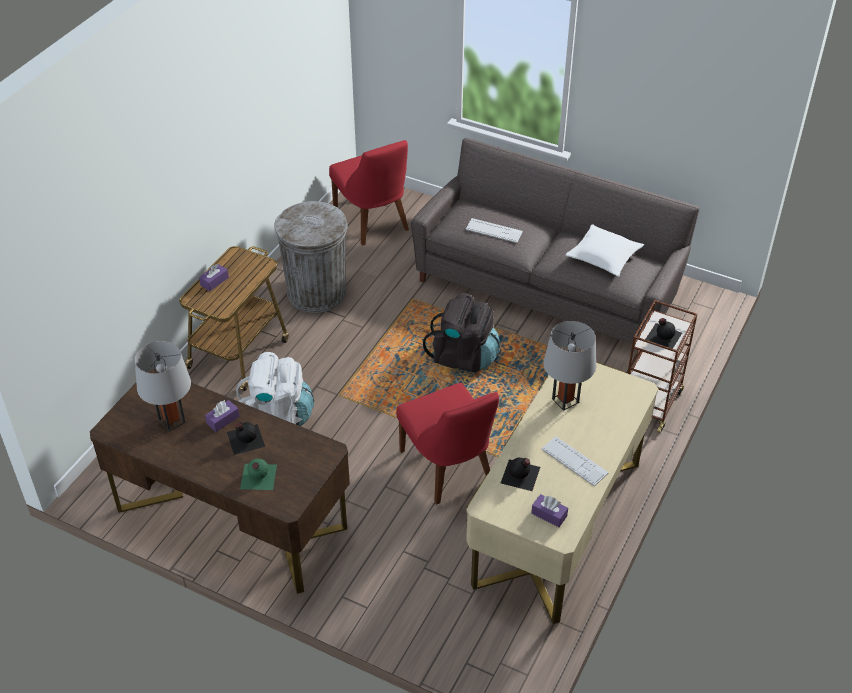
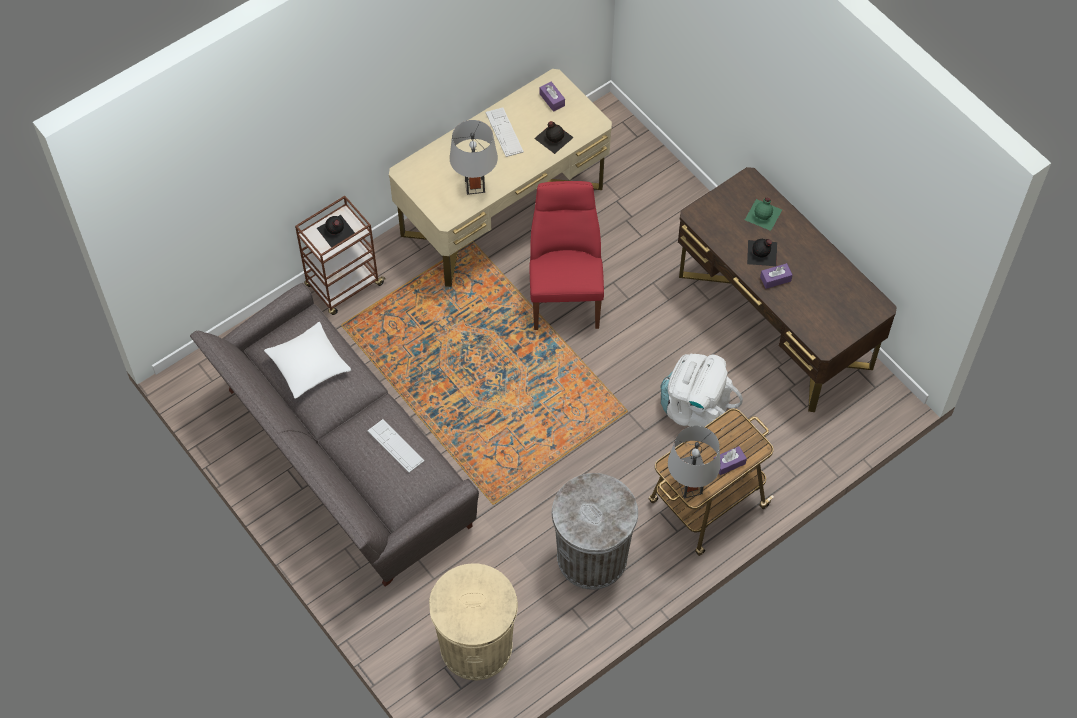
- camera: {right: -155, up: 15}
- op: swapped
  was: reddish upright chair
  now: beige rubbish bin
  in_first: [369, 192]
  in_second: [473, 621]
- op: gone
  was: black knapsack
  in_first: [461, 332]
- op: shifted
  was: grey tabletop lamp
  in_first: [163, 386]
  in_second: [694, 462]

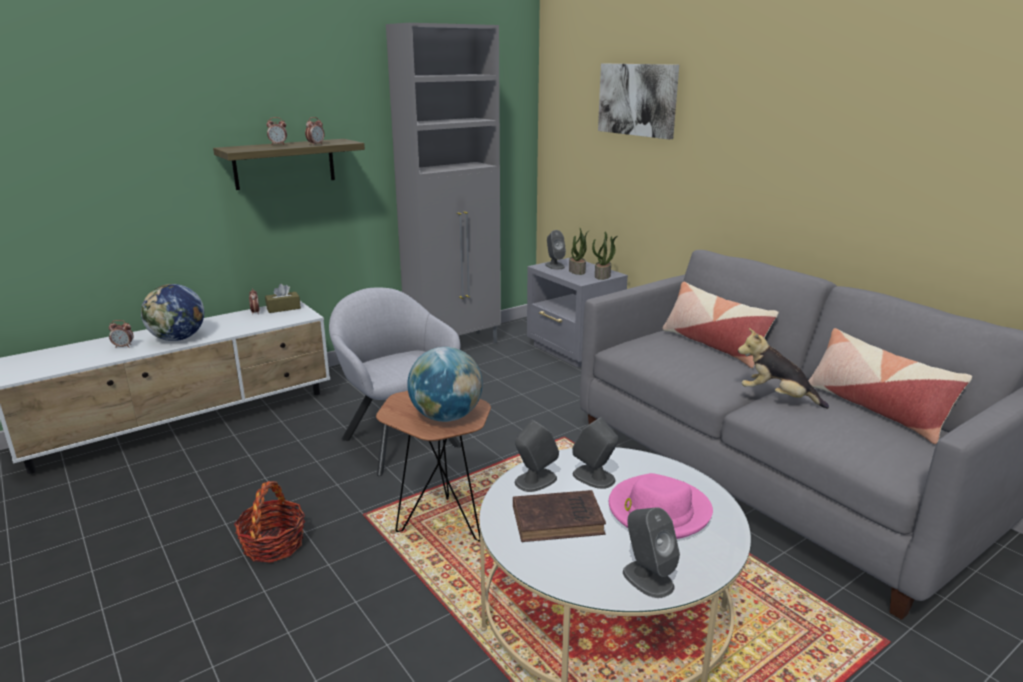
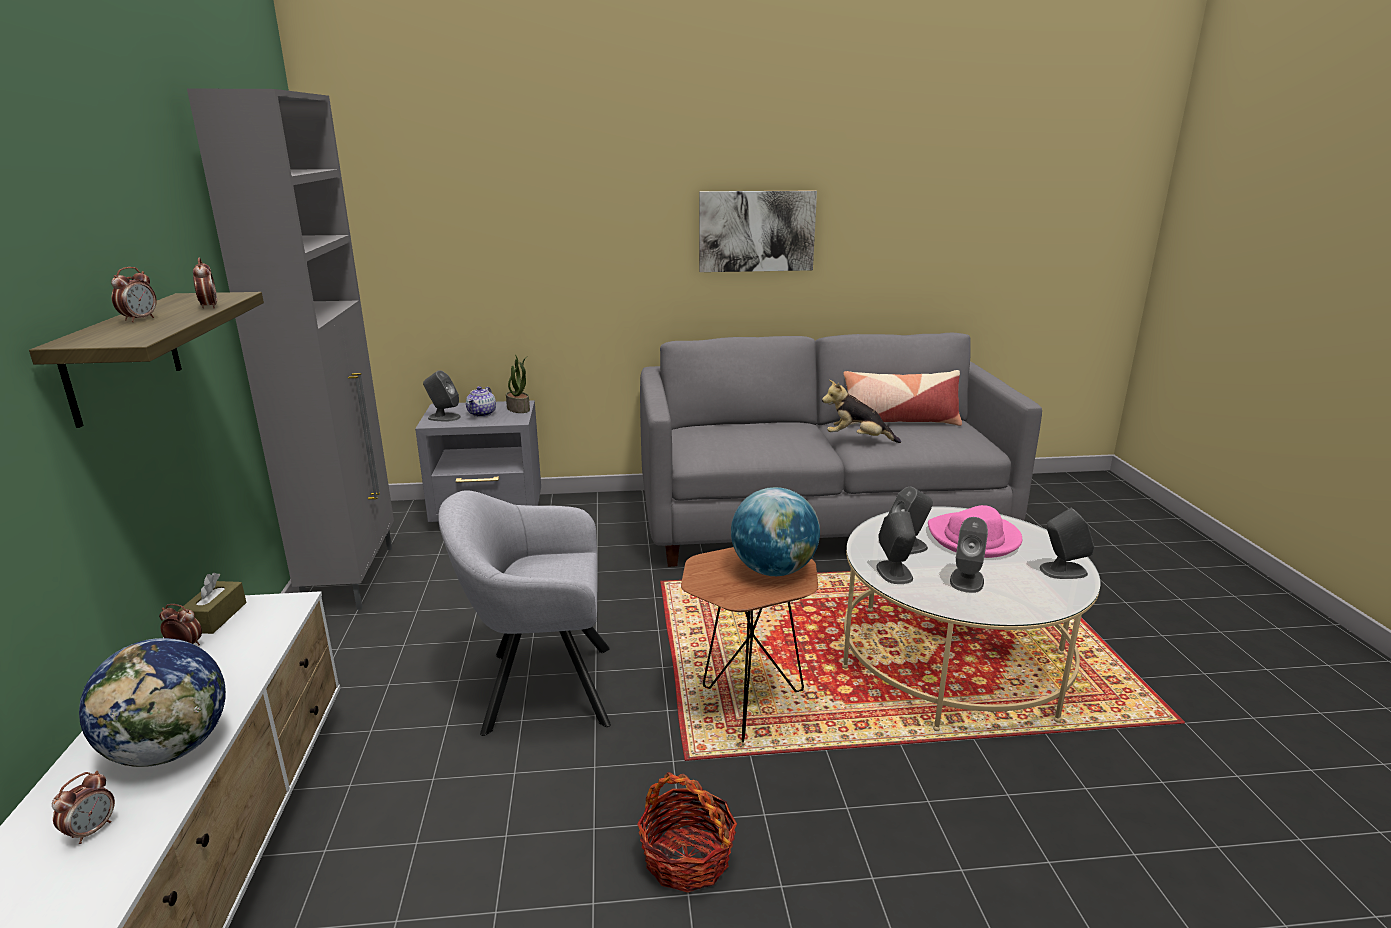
- camera: {right: -60, up: 0}
- op: shifted
  was: wall picture
  in_first: [638, 101]
  in_second: [758, 231]
- op: swapped
  was: plant in a pot
  now: tea pot
  in_first: [579, 251]
  in_second: [481, 401]
- op: gone
  was: pillow
  in_first: [721, 325]
- op: rotated
  was: soft toy
  in_first: [783, 368]
  in_second: [861, 411]
  clockwise: 45
- op: swapped
  was: brown bound book
  now: grey loudspeaker
  in_first: [559, 516]
  in_second: [969, 555]

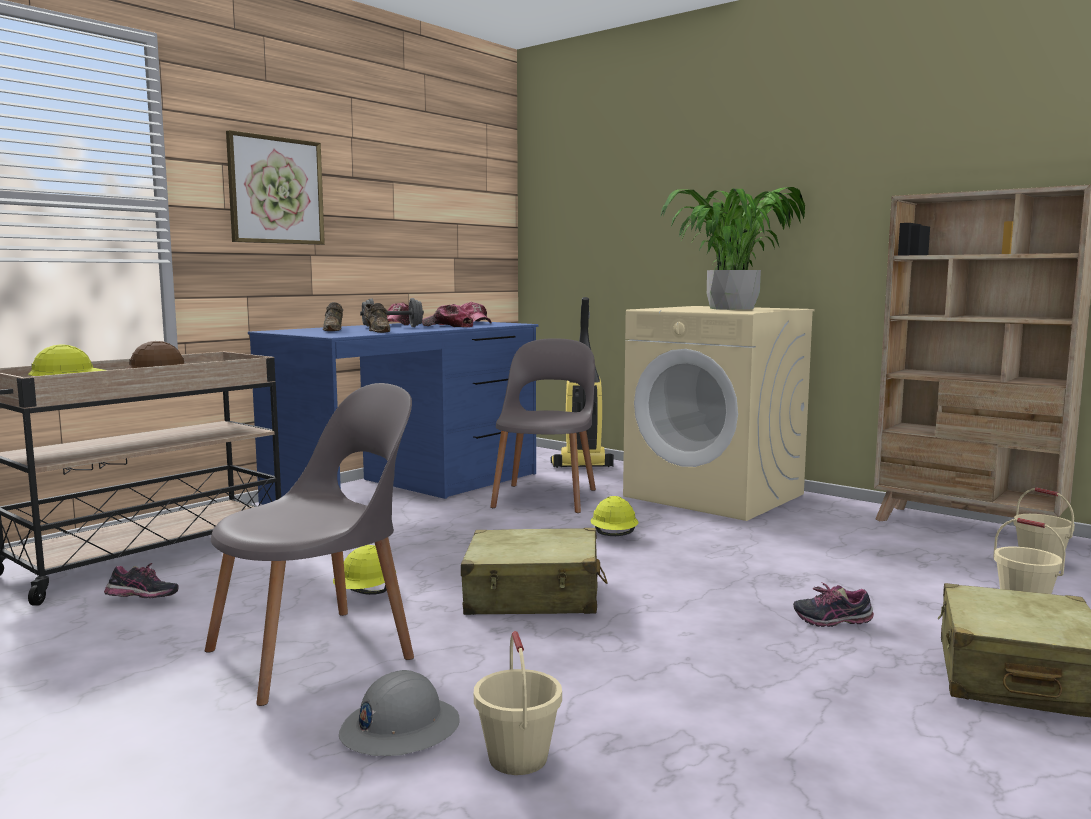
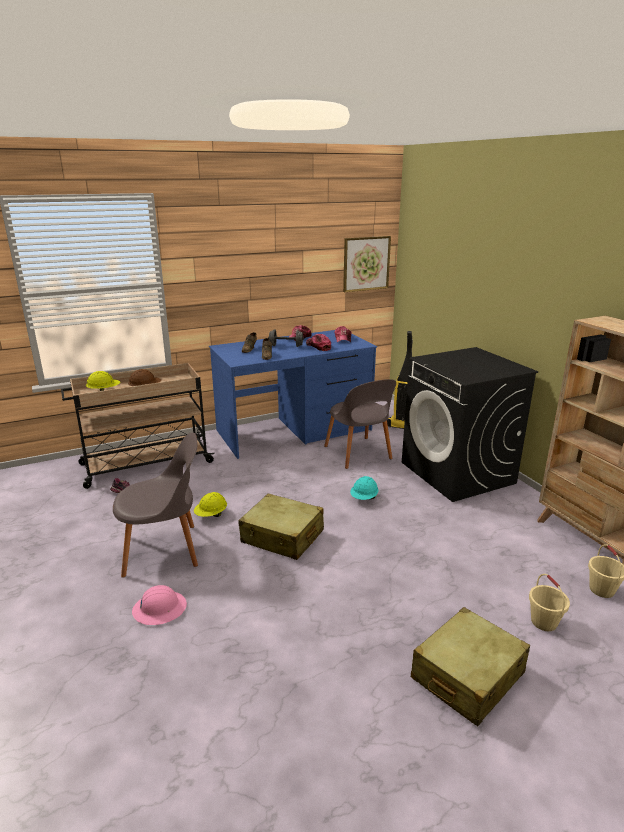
- camera: {right: 25, up: 15}
- op: shifted
  was: wall picture
  in_first: [275, 187]
  in_second: [367, 264]
- op: gone
  was: plant in a pot
  in_first: [732, 248]
- op: repainted
  was: beige laundry machine
  now: black laundry machine
  in_first: [718, 413]
  in_second: [470, 424]
- op: rotated
  was: grey upright chair
  in_first: [543, 425]
  in_second: [360, 424]
  clockwise: 120
- op: repainted
  was: yellow hard hat
  now: blue-green hard hat
  in_first: [614, 516]
  in_second: [364, 488]
- op: gone
  was: shoe
  in_first: [833, 604]
- op: gone
  was: beige pail
  in_first: [518, 703]
- op: repainted
  was: grey hard hat
  now: pinkish hard hat
  in_first: [399, 713]
  in_second: [159, 605]

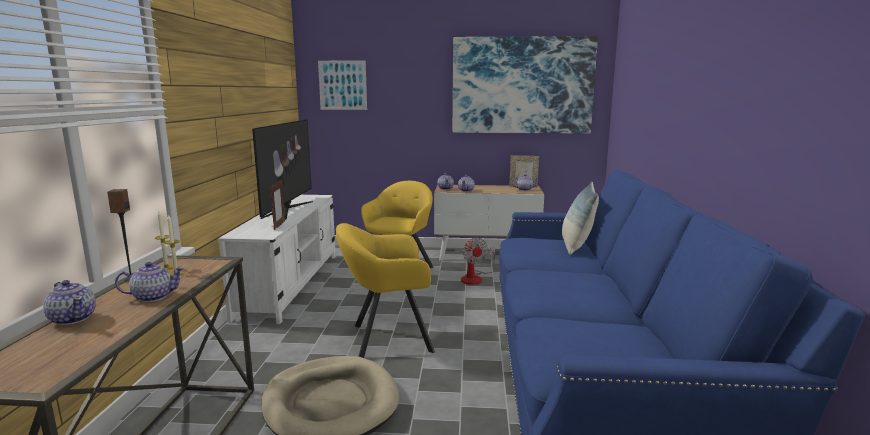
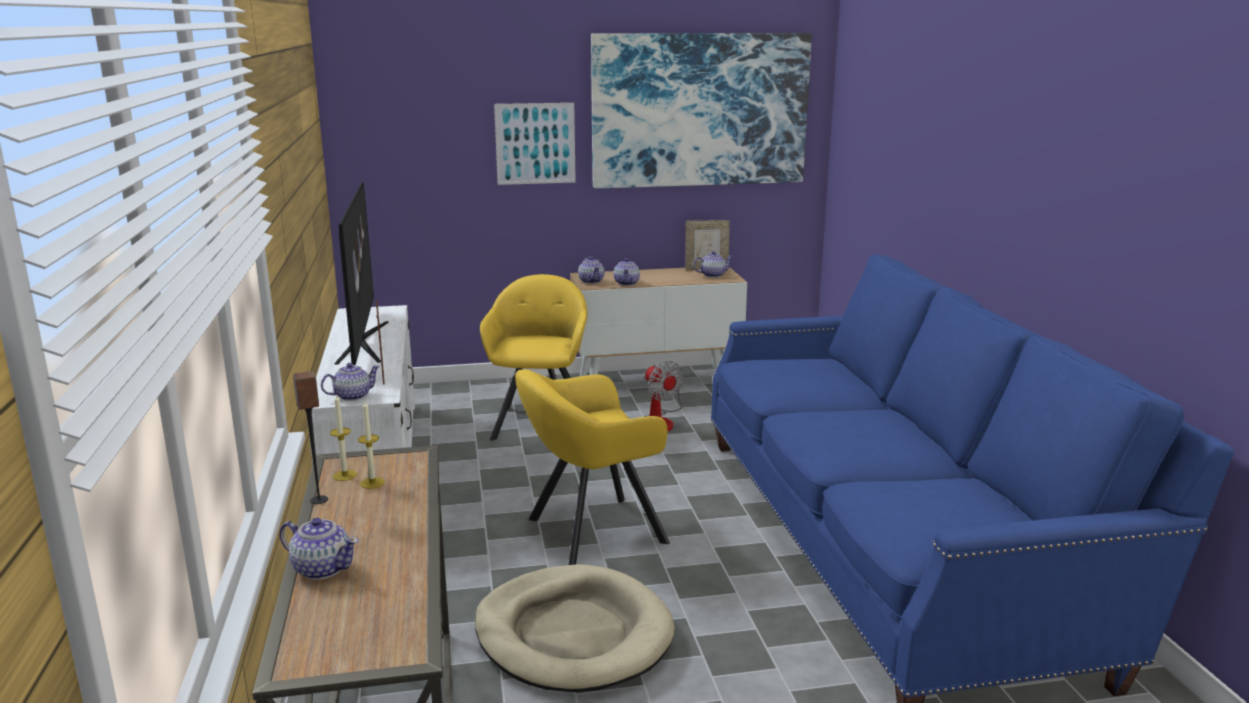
- camera: {right: -15, up: 5}
- op: shifted
  was: wall picture
  in_first: [342, 85]
  in_second: [535, 144]
- op: gone
  was: pillow
  in_first: [580, 218]
- op: shifted
  was: tea pot
  in_first: [149, 282]
  in_second: [350, 382]

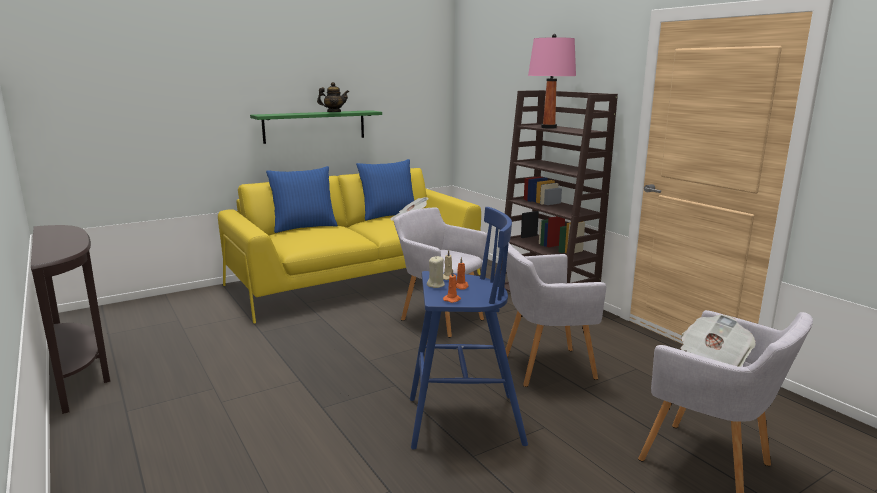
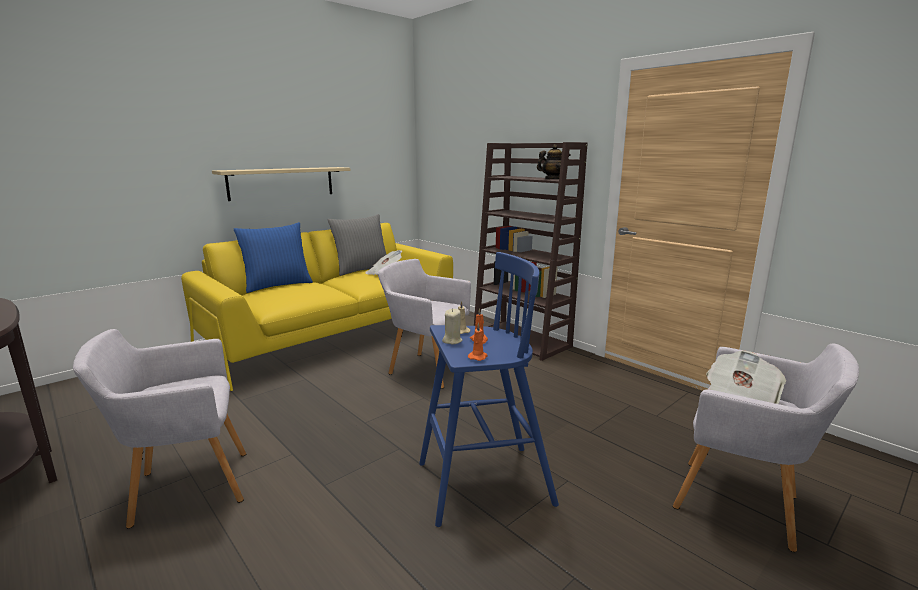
- camera: {right: -10, up: 0}
- op: gone
  was: pinkish tabletop lamp
  in_first: [552, 81]
- op: shifted
  was: tea pot
  in_first: [333, 97]
  in_second: [554, 161]
- op: repainted
  was: greenish shelf
  now: beige shelf
  in_first: [316, 127]
  in_second: [281, 184]
- op: repainted
  was: blue-coloured pillow
  now: grey pillow
  in_first: [385, 190]
  in_second: [356, 245]
- op: shifted
  was: grey armchair
  in_first: [555, 315]
  in_second: [159, 429]

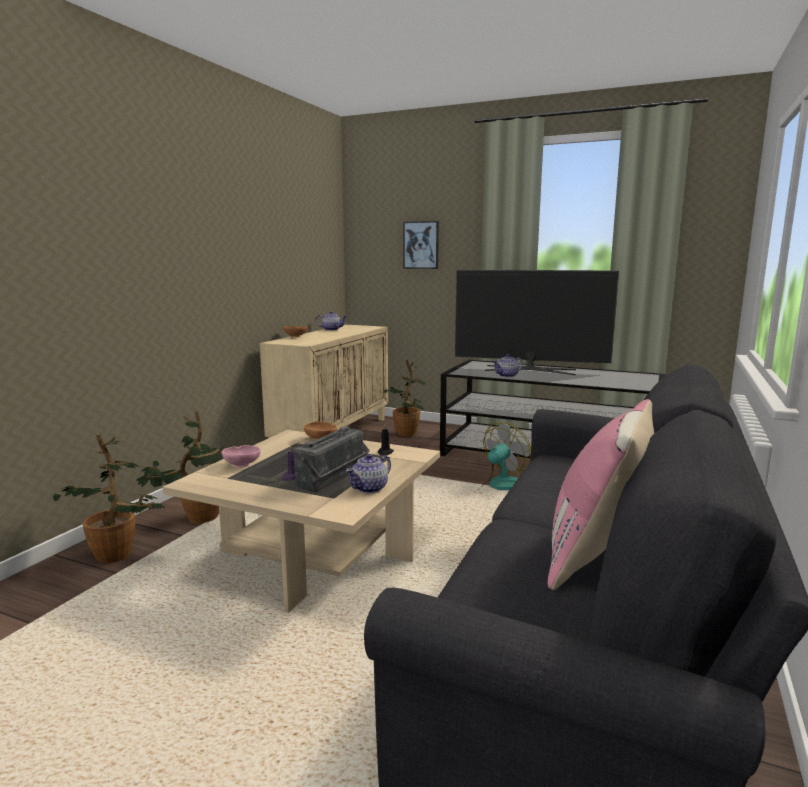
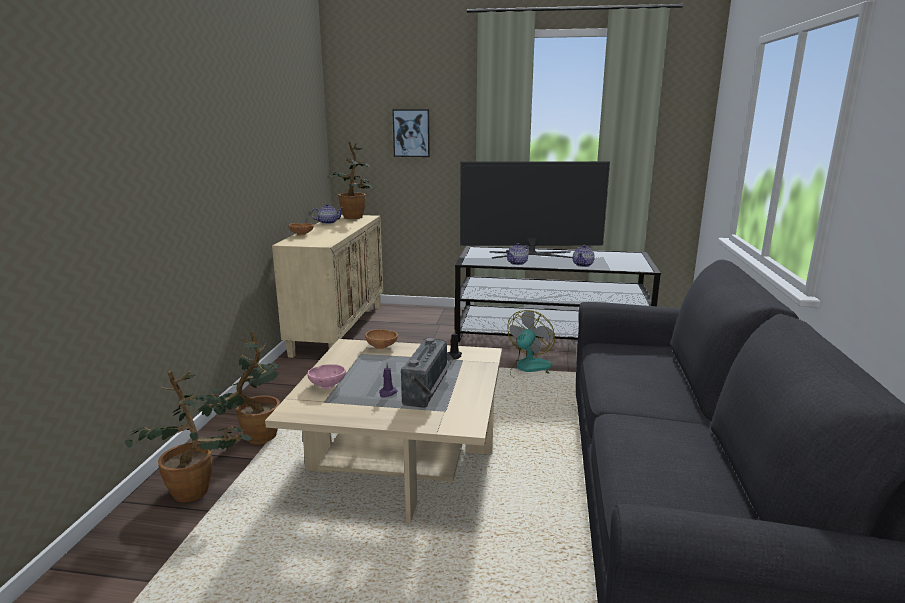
- camera: {right: -15, up: 5}
- op: shifted
  was: plant in a pot
  in_first: [405, 397]
  in_second: [349, 180]
- op: gone
  was: pinkish pillow
  in_first: [601, 494]
- op: shifted
  was: tea pot
  in_first: [368, 473]
  in_second: [584, 256]

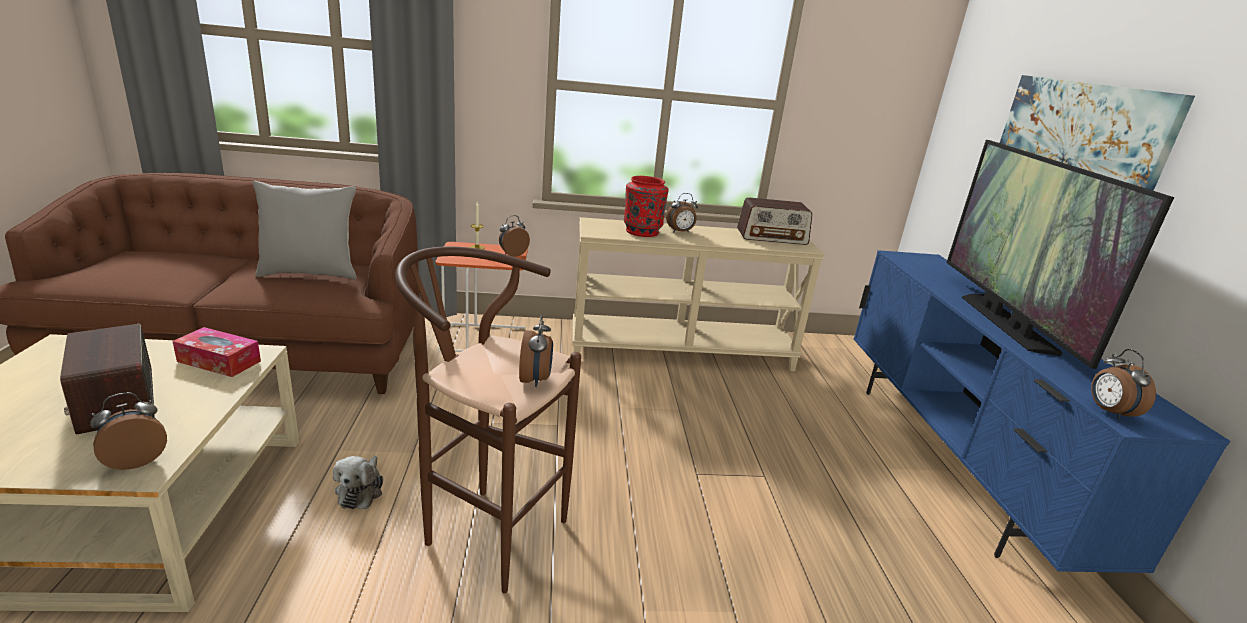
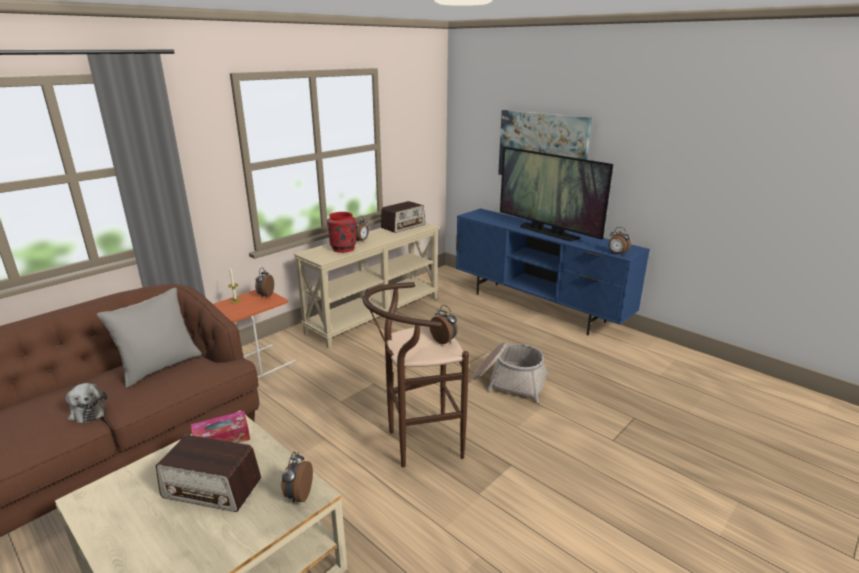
- camera: {right: -40, up: 0}
- op: shifted
  was: soft toy
  in_first: [358, 482]
  in_second: [86, 403]
- op: new
  now: storage basket
  in_second: [510, 372]

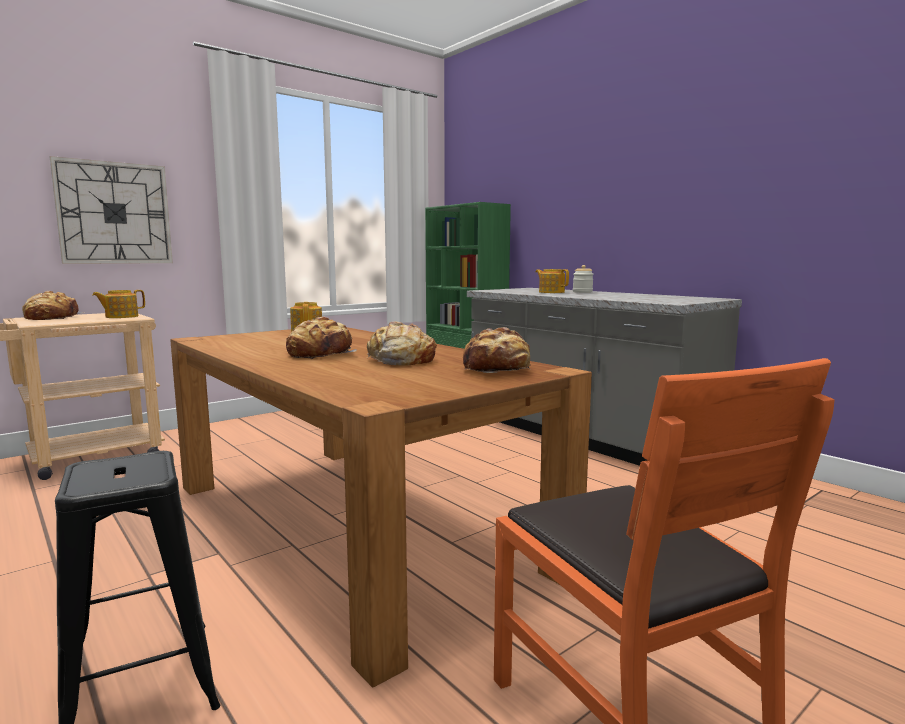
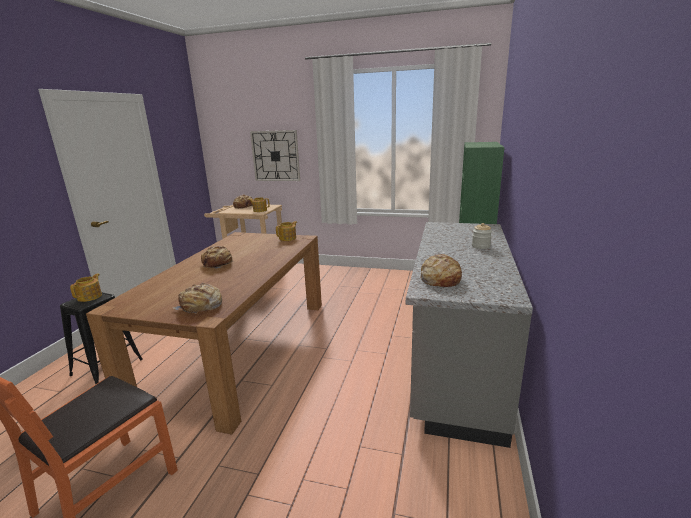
- camera: {right: 55, up: 10}
- op: shifted
  was: tea pot
  in_first: [552, 281]
  in_second: [86, 288]
- op: shifted
  was: bakery bread
  in_first: [402, 343]
  in_second: [441, 270]

